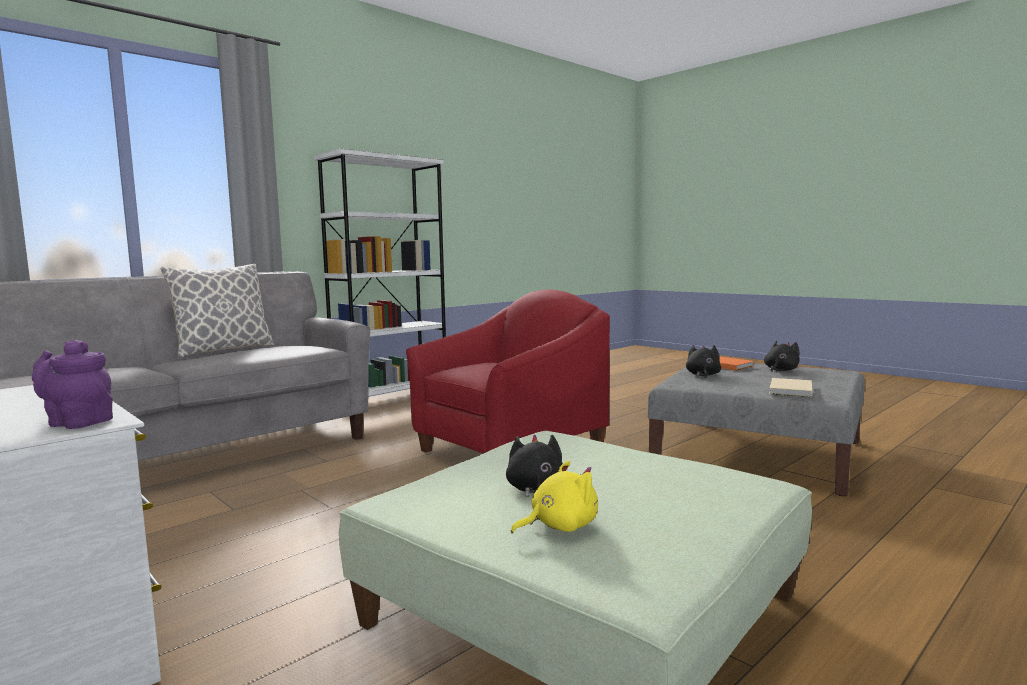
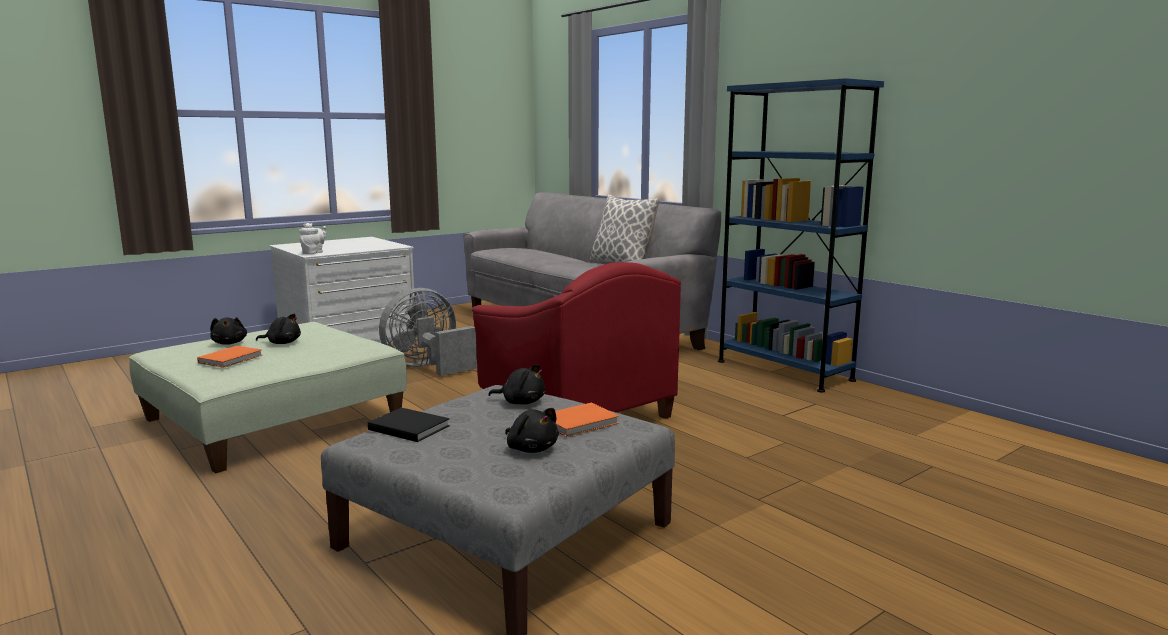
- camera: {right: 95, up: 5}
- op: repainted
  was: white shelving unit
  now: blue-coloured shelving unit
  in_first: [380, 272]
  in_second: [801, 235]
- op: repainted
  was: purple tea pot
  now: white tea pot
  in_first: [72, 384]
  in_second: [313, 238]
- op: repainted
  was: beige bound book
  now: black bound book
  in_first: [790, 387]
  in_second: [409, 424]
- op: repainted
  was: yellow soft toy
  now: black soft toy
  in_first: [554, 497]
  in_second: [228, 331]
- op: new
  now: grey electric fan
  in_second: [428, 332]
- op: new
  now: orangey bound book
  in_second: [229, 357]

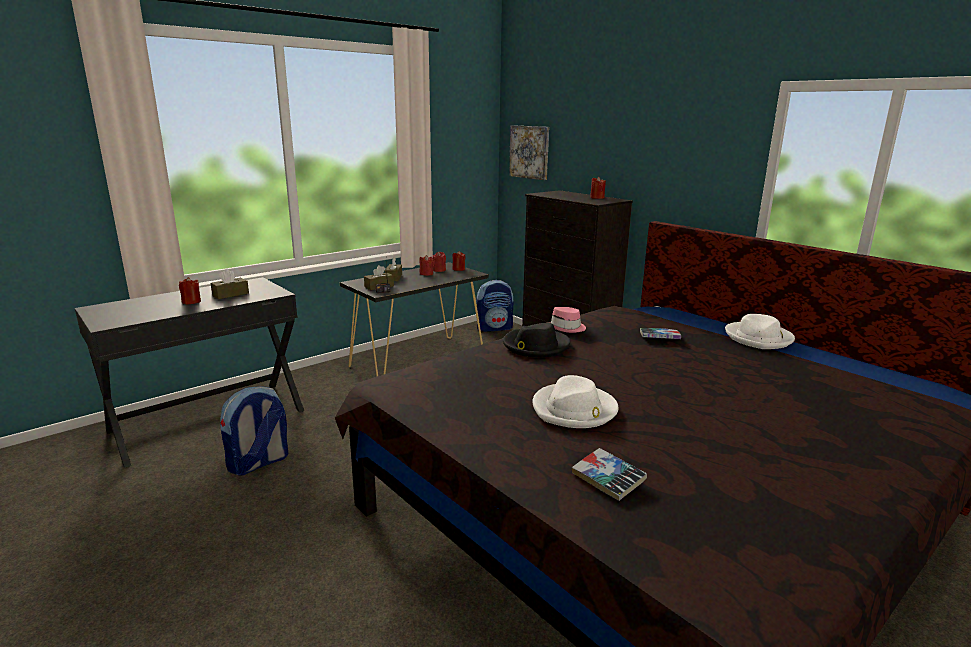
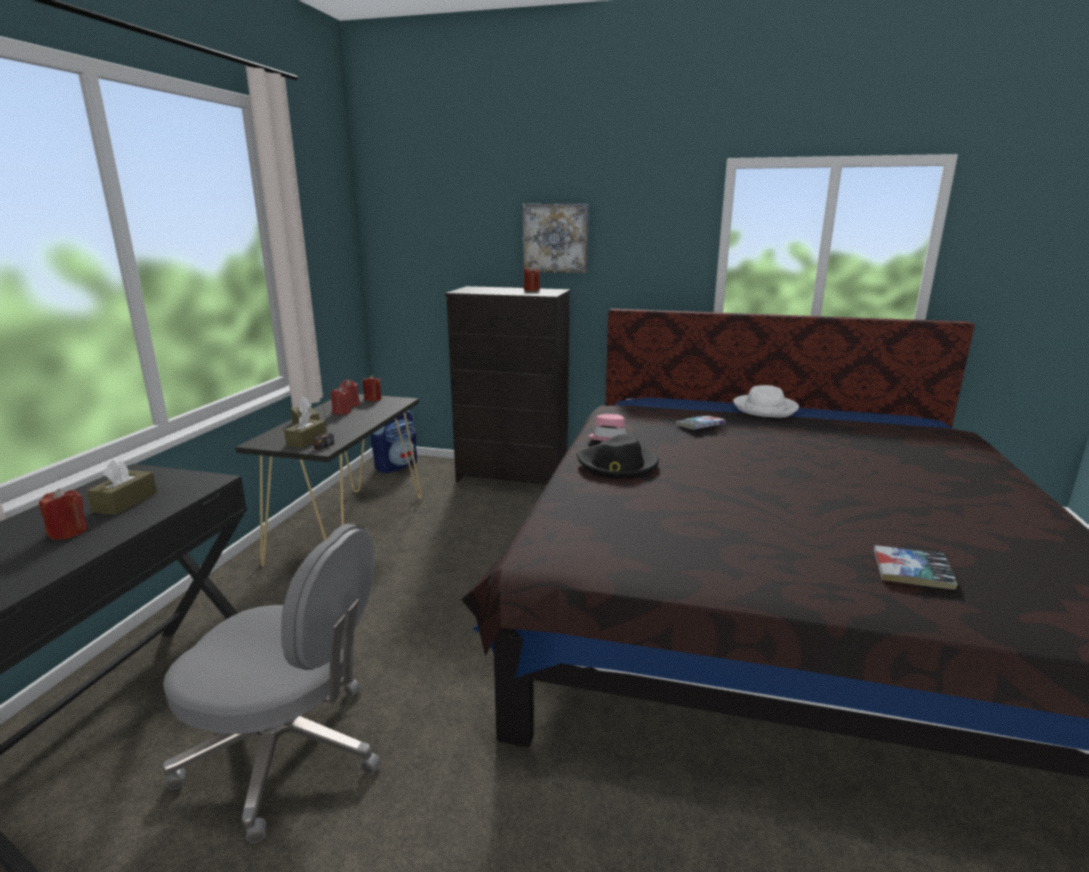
- camera: {right: -35, up: 0}
- op: shifted
  was: wall picture
  in_first: [529, 152]
  in_second: [555, 238]
- op: gone
  was: white wearable hat
  in_first: [575, 401]
- op: swapped
  was: knapsack
  now: grey office chair
  in_first: [254, 431]
  in_second: [271, 683]

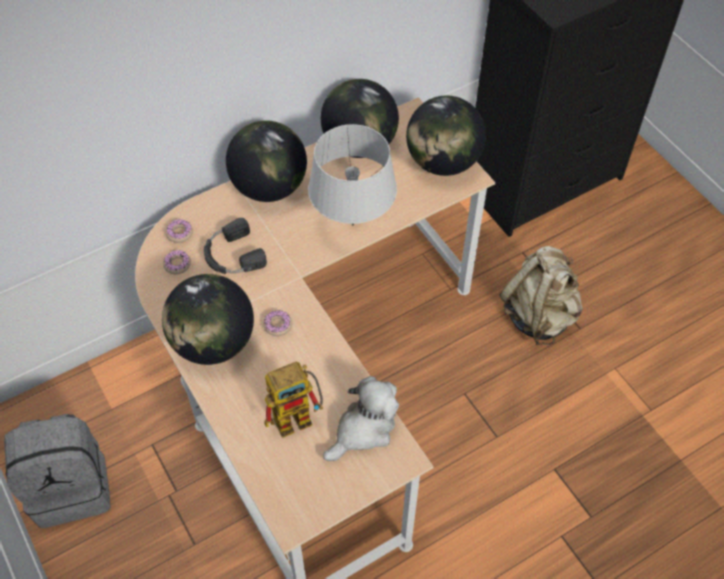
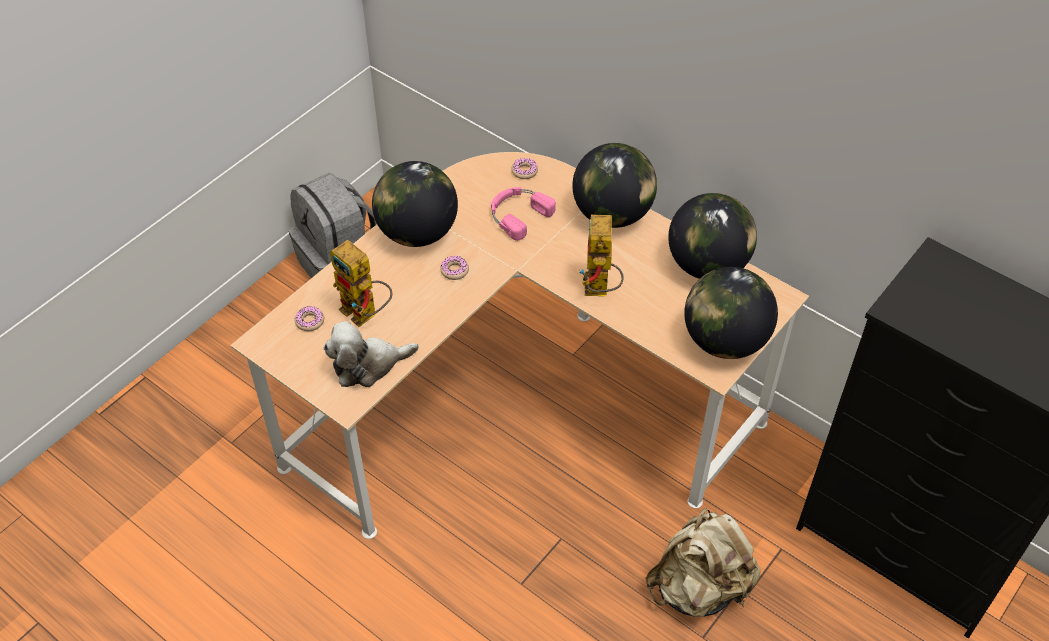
- camera: {right: 70, up: -5}
- op: swapped
  was: grey tabletop lamp
  now: robot figure
  in_first: [352, 174]
  in_second: [601, 255]
- op: repainted
  was: black pair of headphones
  now: pinkish pair of headphones
  in_first: [235, 246]
  in_second: [523, 214]
- op: shifted
  was: donut
  in_first: [177, 262]
  in_second: [309, 318]
- op: rotated
  was: soft toy
  in_first: [361, 418]
  in_second: [371, 354]
  clockwise: 135

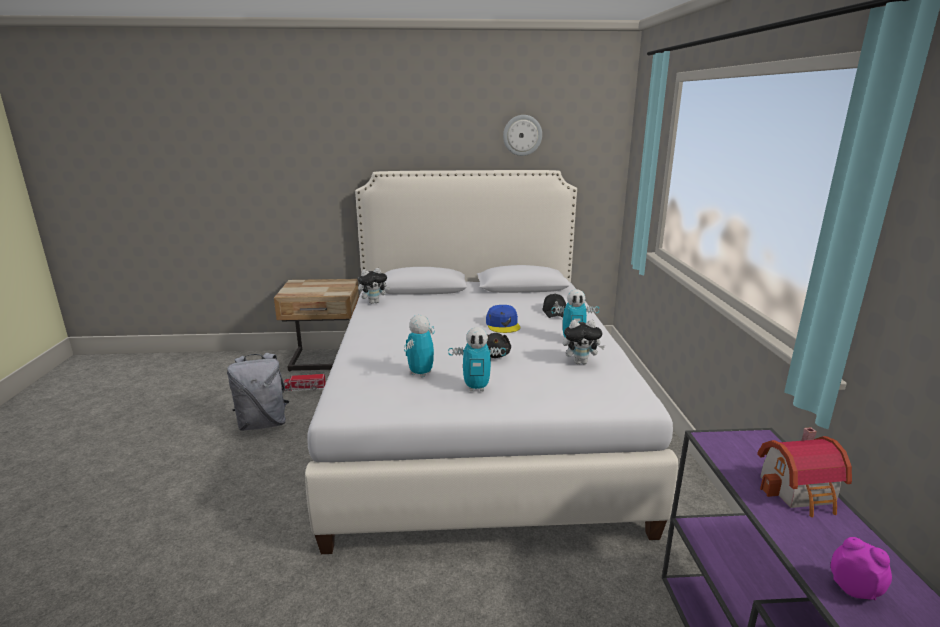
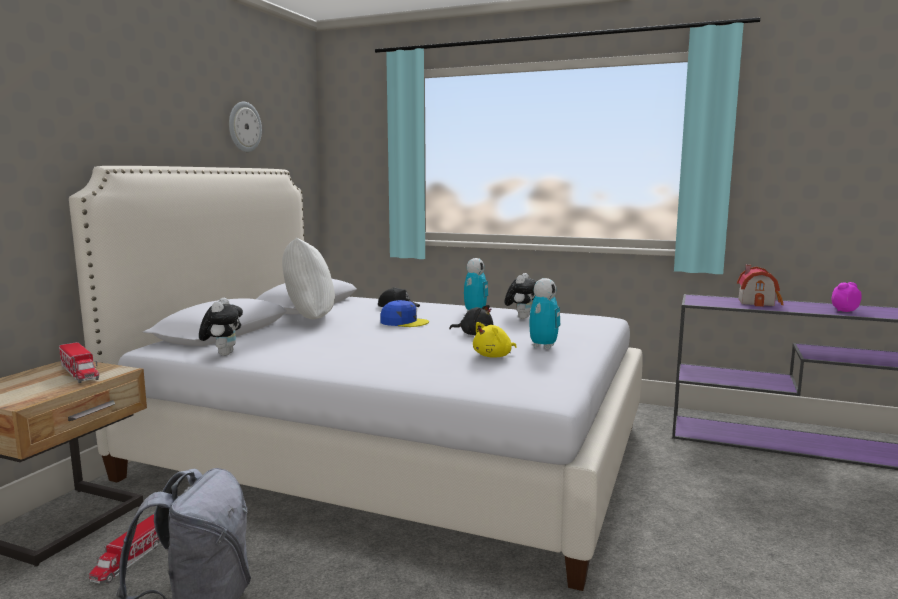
- camera: {right: -65, up: -10}
- op: swapped
  was: robot figure
  now: yellow soft toy
  in_first: [419, 346]
  in_second: [495, 340]
- op: new
  now: white pillow
  in_second: [308, 278]
- op: new
  now: toy lorry
  in_second: [79, 362]

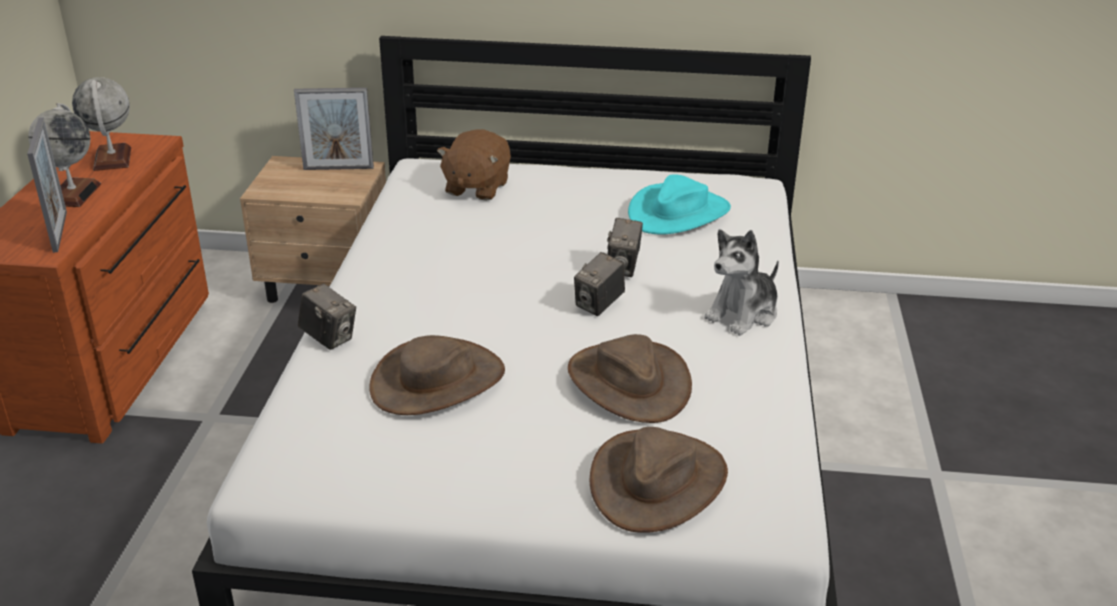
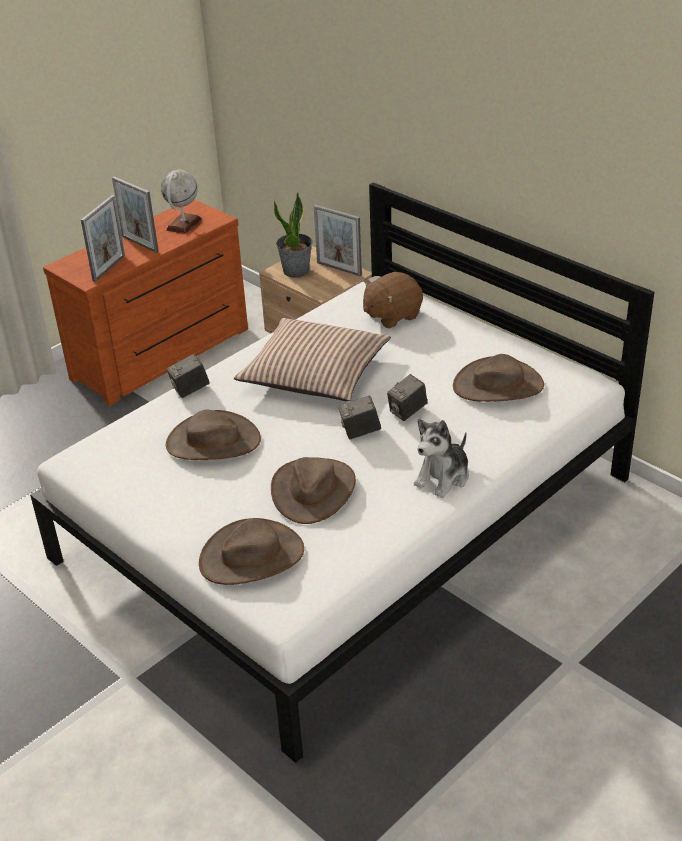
- camera: {right: 40, up: 5}
- op: swapped
  was: world globe
  now: picture frame
  in_first: [64, 155]
  in_second: [135, 215]
- op: repainted
  was: blue-green wearable hat
  now: brown wearable hat
  in_first: [679, 204]
  in_second: [498, 378]
- op: rotated
  was: soft toy
  in_first: [741, 282]
  in_second: [441, 458]
  clockwise: -45
- op: rotated
  was: photo camera
  in_first: [327, 317]
  in_second: [188, 376]
  clockwise: 75
- op: new
  now: plant in a pot
  in_second: [293, 235]
- op: new
  now: pillow
  in_second: [312, 359]

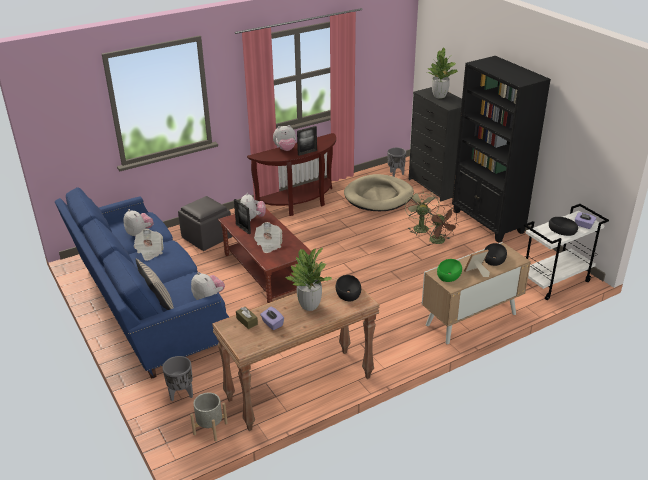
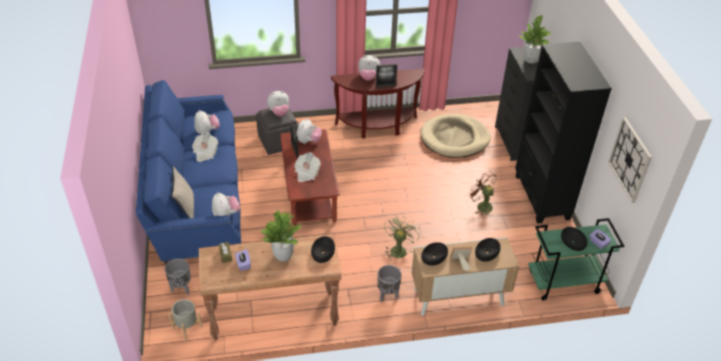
- camera: {right: 20, up: 10}
- op: shifted
  was: grey planter
  in_first: [397, 162]
  in_second: [389, 283]
- op: shifted
  was: greenish electric fan
  in_first: [422, 213]
  in_second: [402, 237]
- op: repainted
  was: white trolley
  now: greenish trolley
  in_first: [566, 252]
  in_second: [576, 259]
- op: rotated
  was: brown electric fan
  in_first: [442, 225]
  in_second: [482, 193]
  clockwise: 135
- op: repainted
  was: greenish deep dish
  now: black deep dish
  in_first: [449, 270]
  in_second: [434, 254]
- op: new
  now: soft toy
  in_second: [278, 103]
- op: new
  now: hanging clock
  in_second: [630, 160]

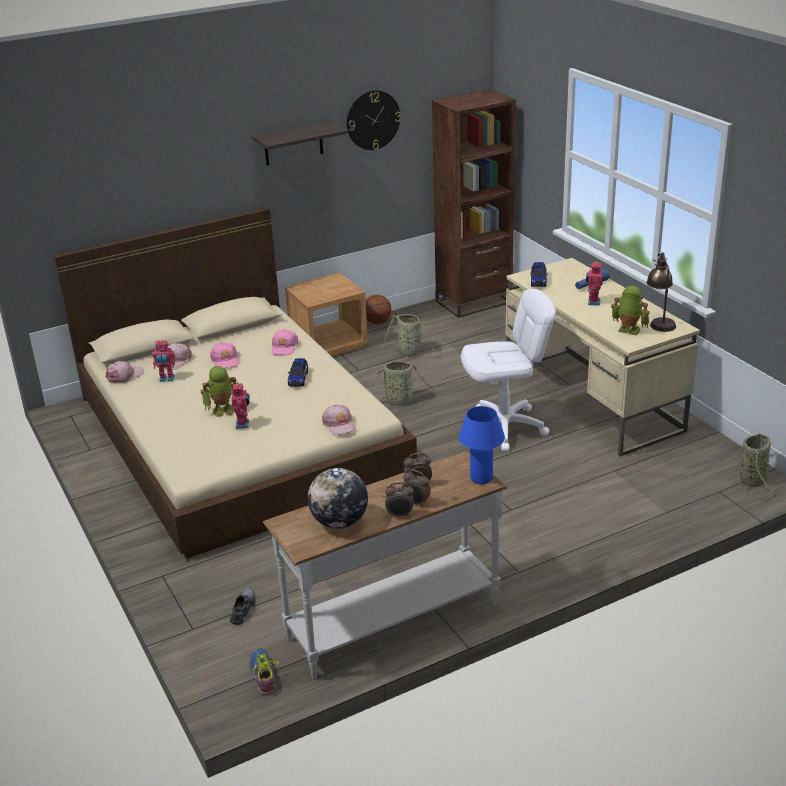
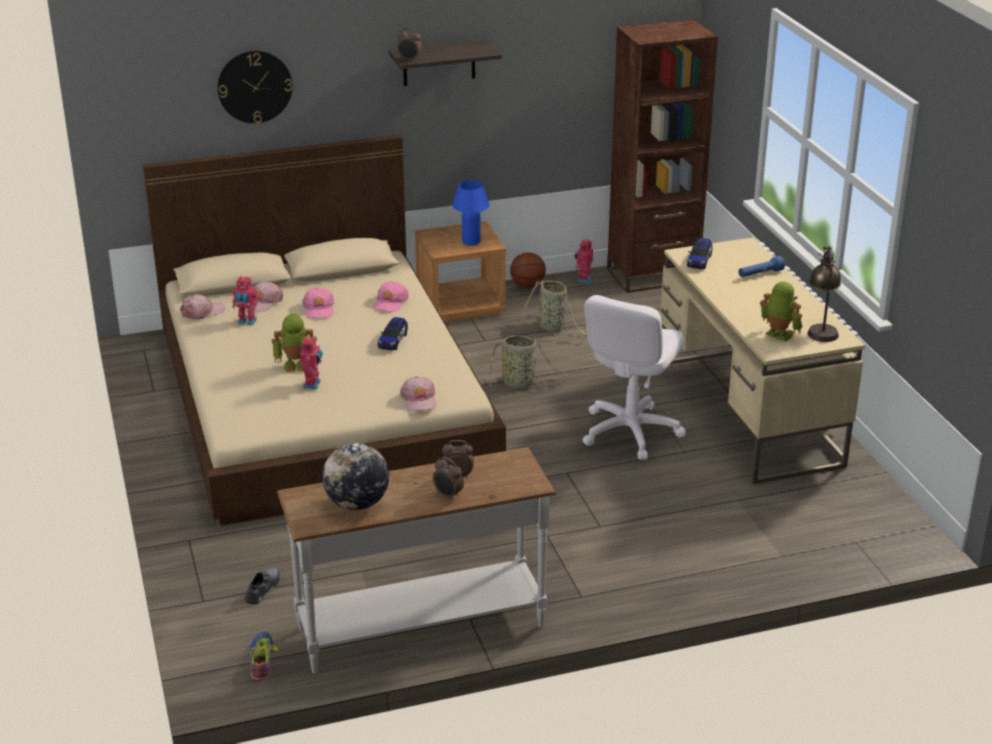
- camera: {right: 10, up: 0}
- op: shifted
  was: hanging clock
  in_first: [374, 120]
  in_second: [254, 87]
- op: shifted
  was: robot figure
  in_first: [594, 284]
  in_second: [584, 261]
- op: rotated
  was: white office chair
  in_first: [508, 370]
  in_second: [634, 377]
  clockwise: 120
- op: shifted
  was: blue-coloured tabletop lamp
  in_first: [482, 445]
  in_second: [471, 213]
- op: gone
  was: storage basket
  in_first: [755, 464]
- op: shifted
  was: alarm clock
  in_first: [399, 499]
  in_second: [409, 45]

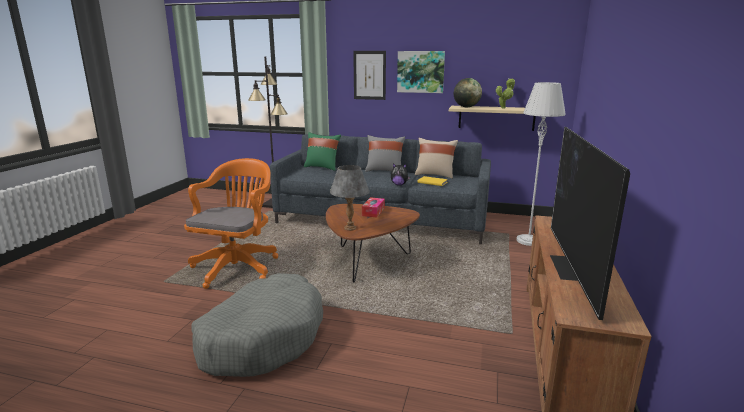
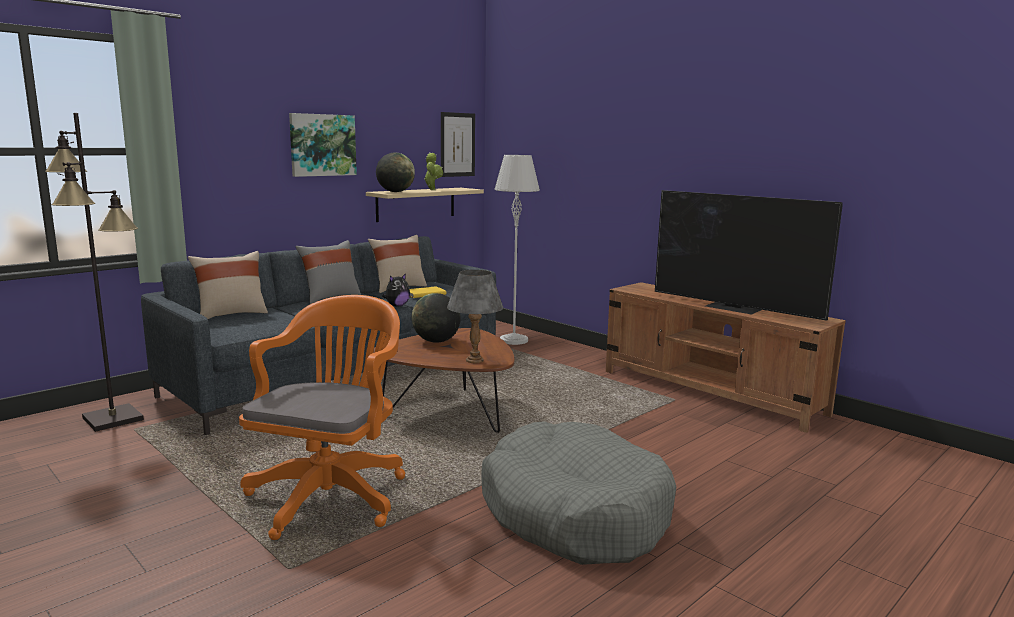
- camera: {right: -60, up: -5}
- op: shifted
  was: wall picture
  in_first: [369, 75]
  in_second: [458, 144]
- op: repainted
  was: greenish pillow
  now: beige pillow
  in_first: [322, 151]
  in_second: [228, 285]
- op: rotated
  was: orangey office chair
  in_first: [231, 223]
  in_second: [322, 417]
  clockwise: 60
- op: swapped
  was: tissue box
  now: world globe
  in_first: [373, 207]
  in_second: [436, 318]

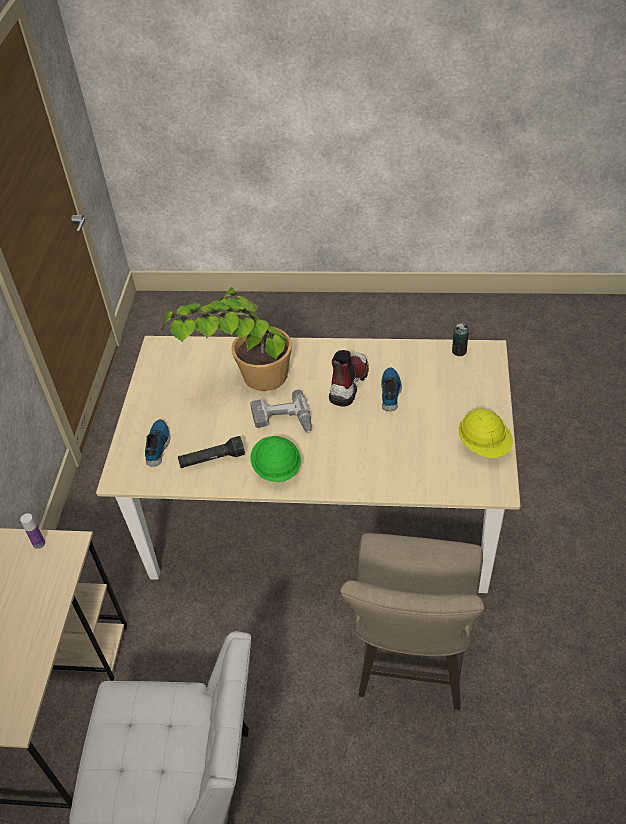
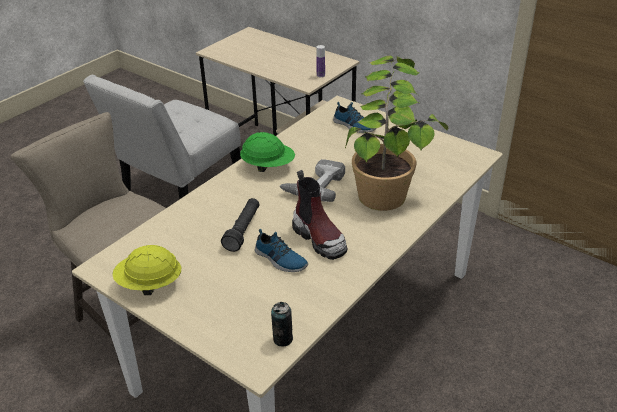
- camera: {right: 120, up: -10}
- op: shifted
  was: black flashlight
  in_first: [211, 452]
  in_second: [240, 225]

